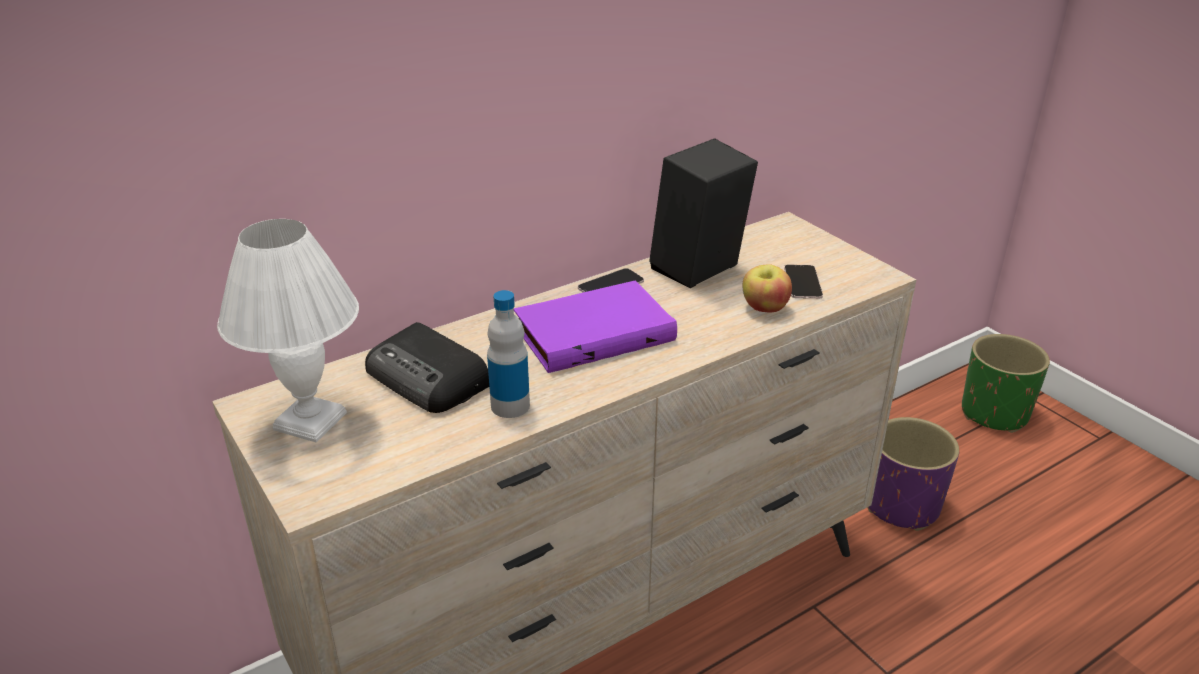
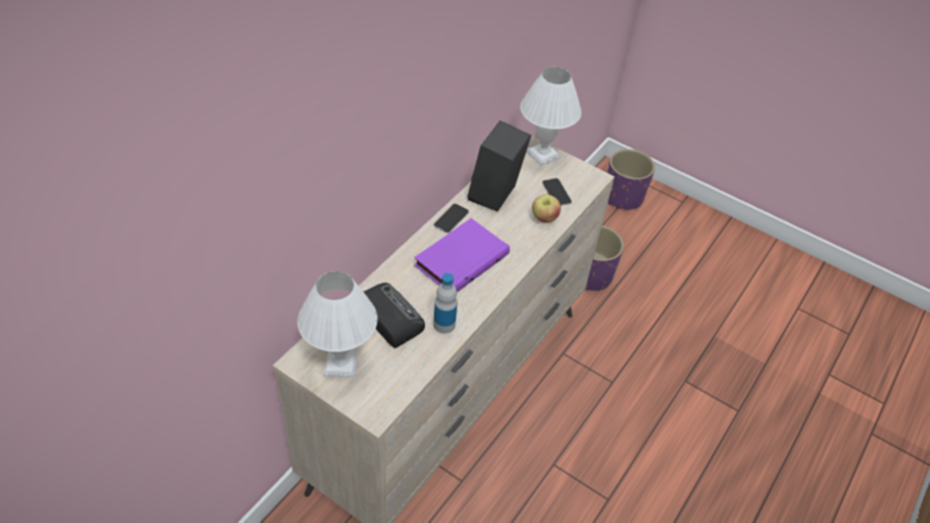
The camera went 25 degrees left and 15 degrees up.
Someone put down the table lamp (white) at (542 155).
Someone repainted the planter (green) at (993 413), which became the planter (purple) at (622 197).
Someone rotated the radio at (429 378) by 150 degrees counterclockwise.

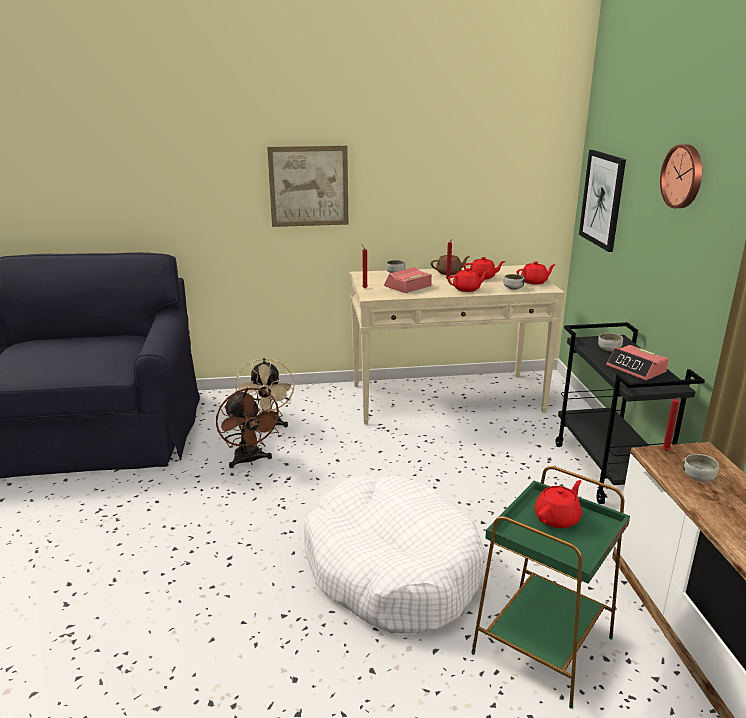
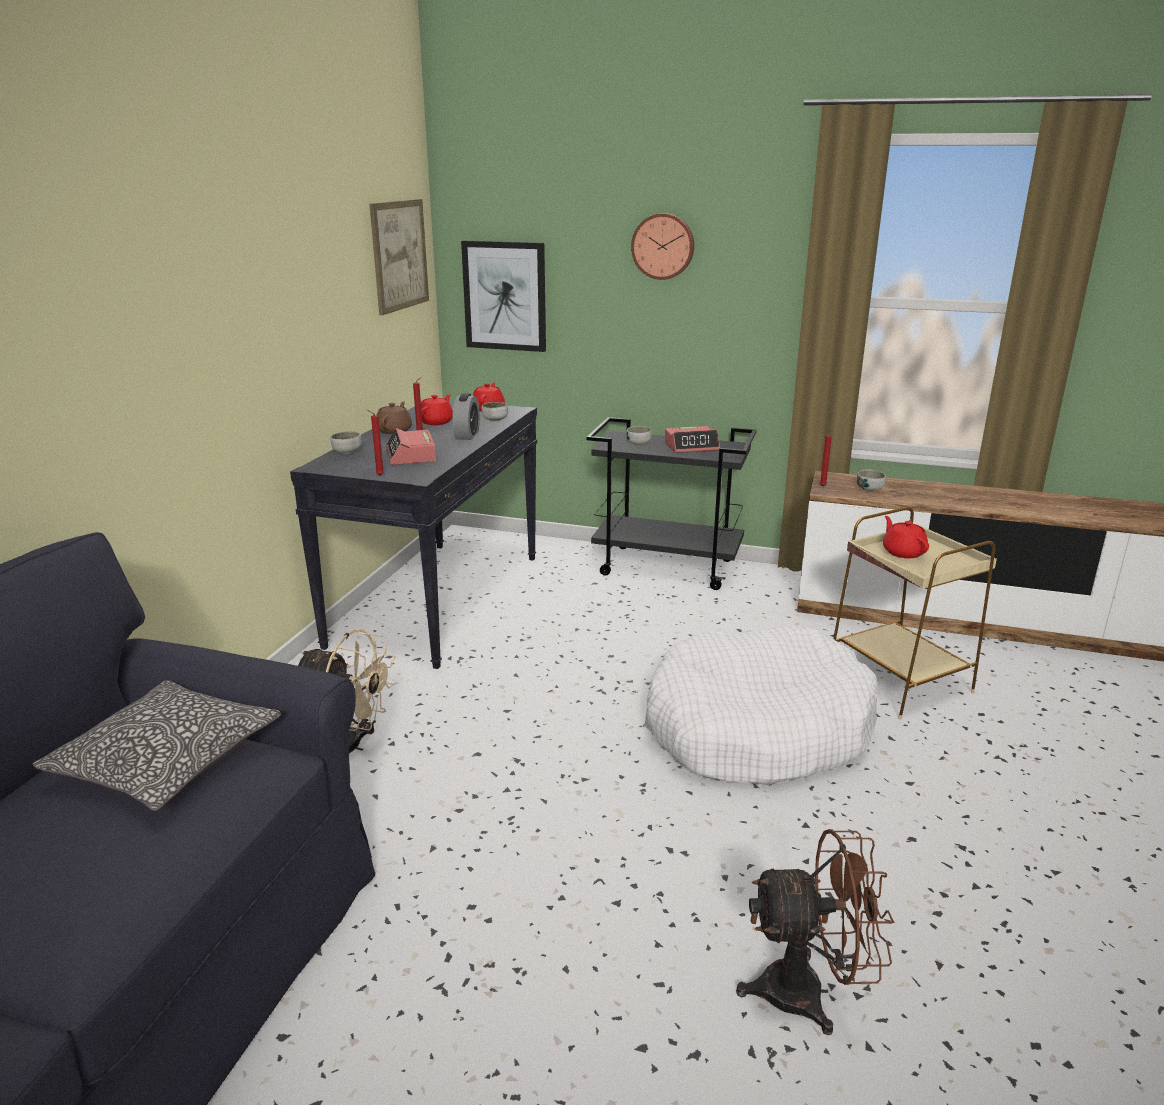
The camera went 65 degrees left and 0 degrees up.
Someone put down the pillow at (167 761).
Someone carried the fan (brown) from (249 461) to (809 992).
Someone carried the picture from (309 186) to (399 255).
Someone swapped the teapot (red) at (467 289) for the alarm clock at (467 435).
Someone repainted the console table (beige) at (447 398), which became the console table (black) at (438 598).
Someone repainted the side table (green) at (544 645), which became the side table (beige) at (898 680).

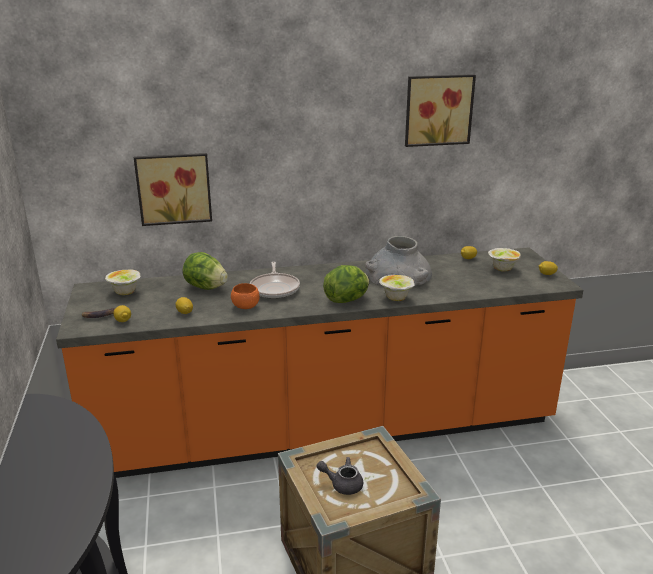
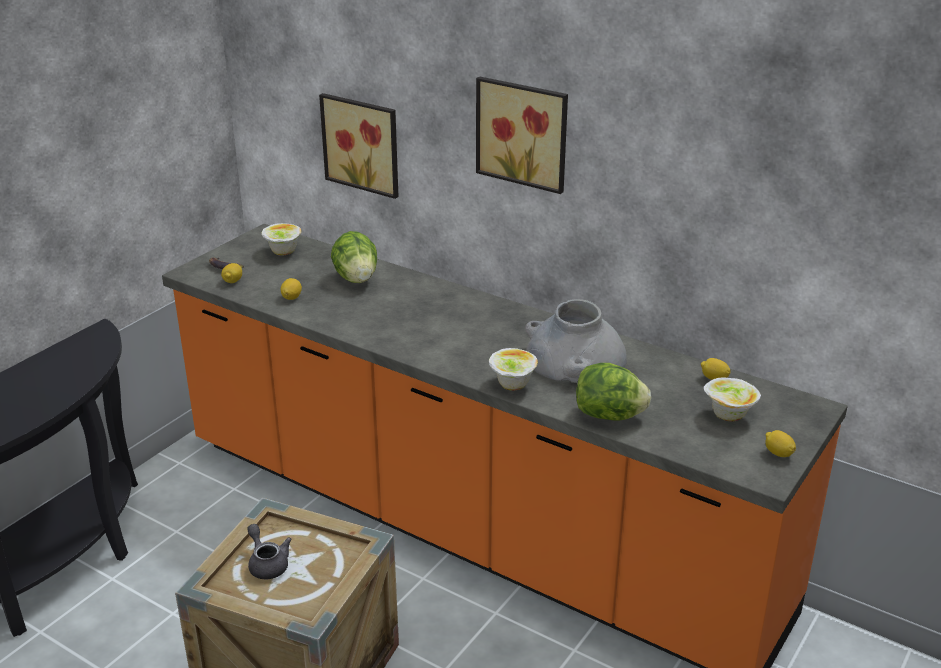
The camera went 45 degrees right and 5 degrees up.
Someone took away the bowl (orange) at (245 306).
Someone took away the frying pan at (275 288).
Someone carried the lettuce from (347 300) to (609 416).
Someone carried the picture from (438 110) to (524 133).

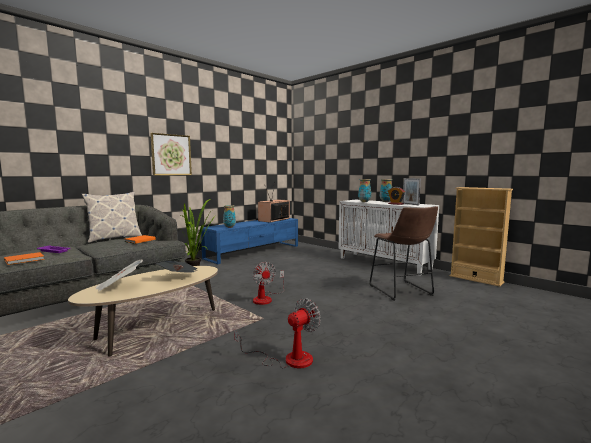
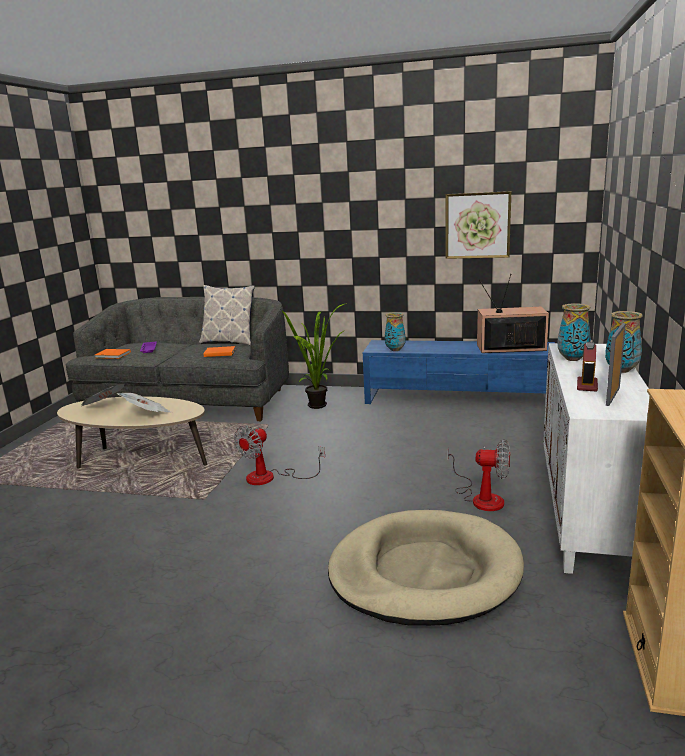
The camera went 60 degrees right and 10 degrees up.
Someone carried the picture from (171 155) to (477 225).
Someone carried the fan from (288 359) to (481 497).
Someone swapped the stool (brown) at (402 291) for the dog bed (beige) at (424 572).

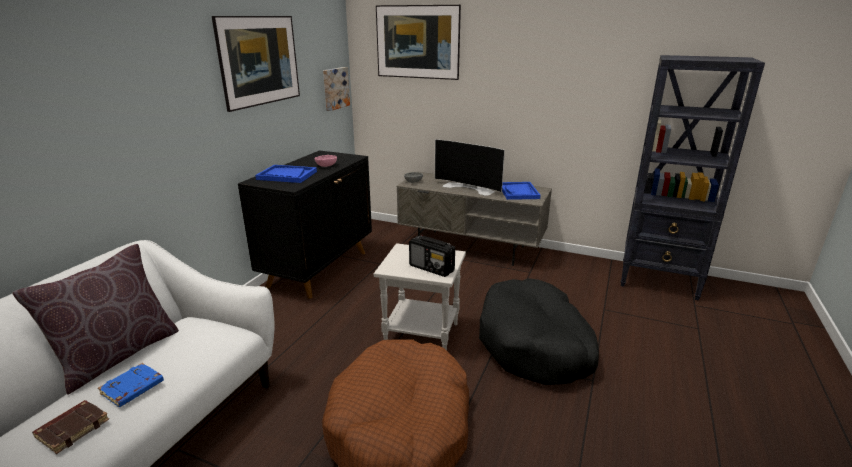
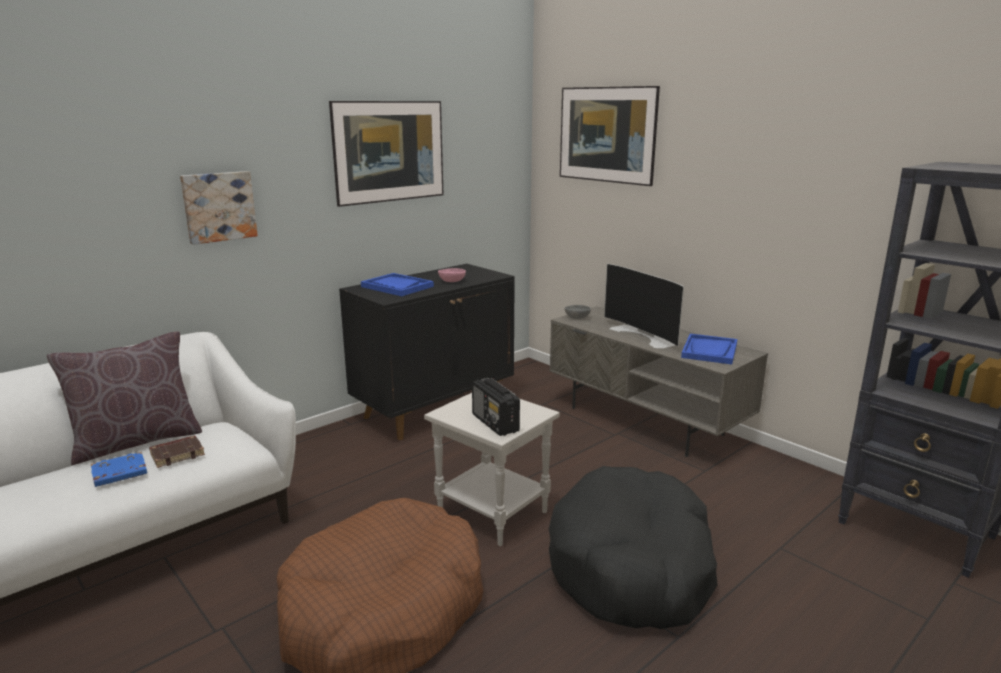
The camera went 25 degrees right and 5 degrees down.
Someone carried the book (brown) from (73 428) to (178 454).
Someone carried the picture from (335 88) to (218 206).

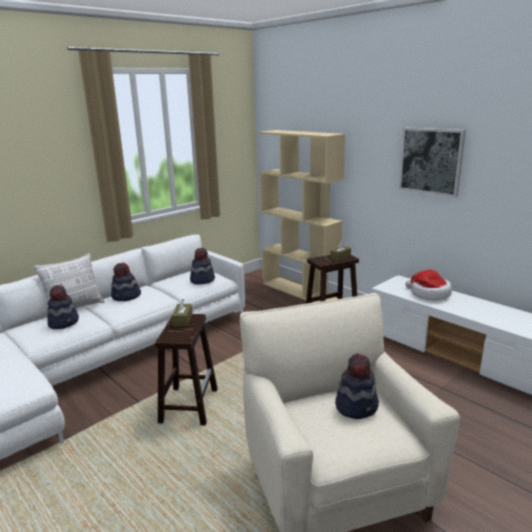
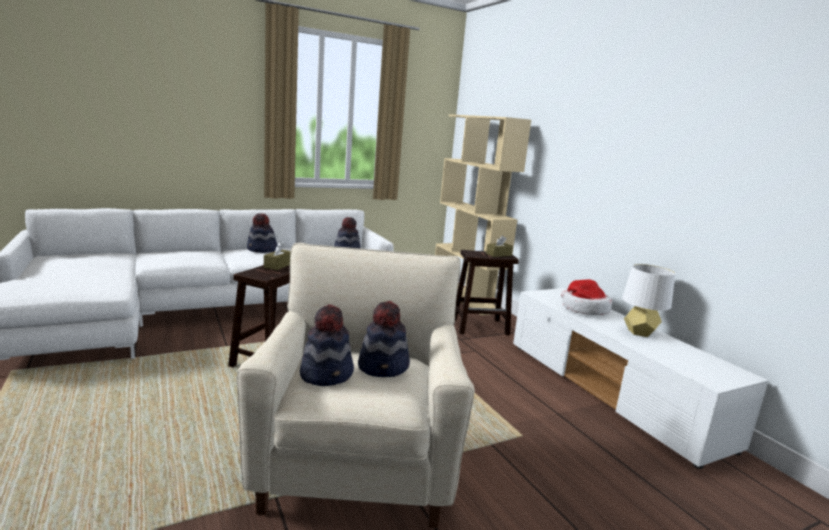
The camera went 15 degrees right and 5 degrees down.
Someone took away the pillow at (75 308).
Someone took away the picture at (431 161).
Someone put down the table lamp (white) at (639 332).
Someone carried the hat from (64 322) to (327 374).

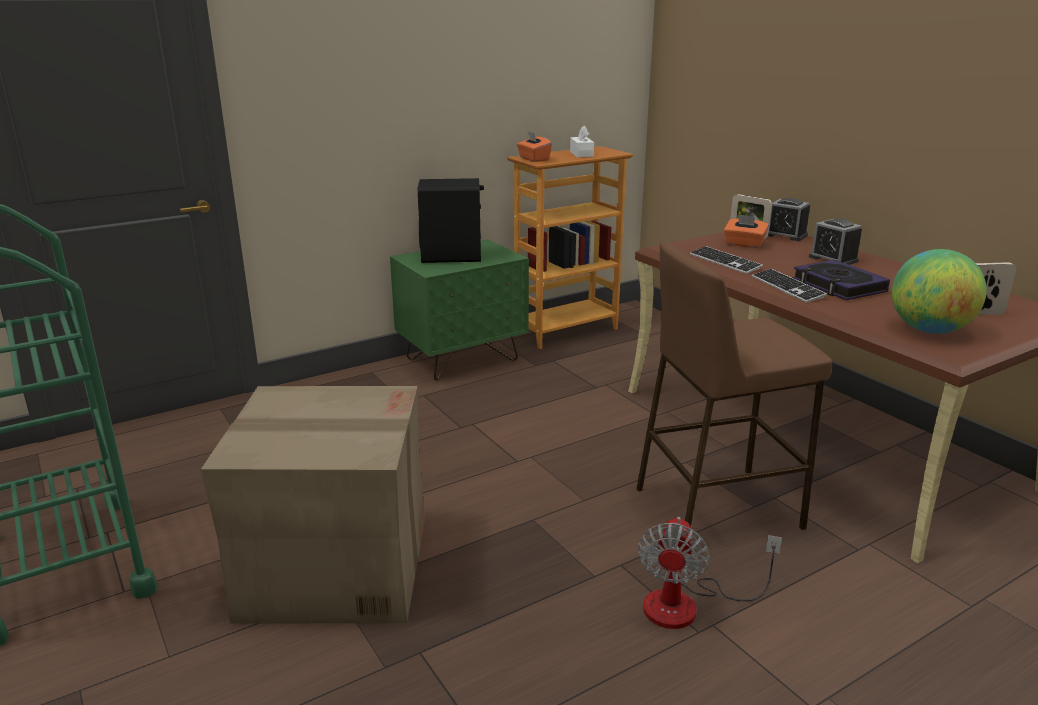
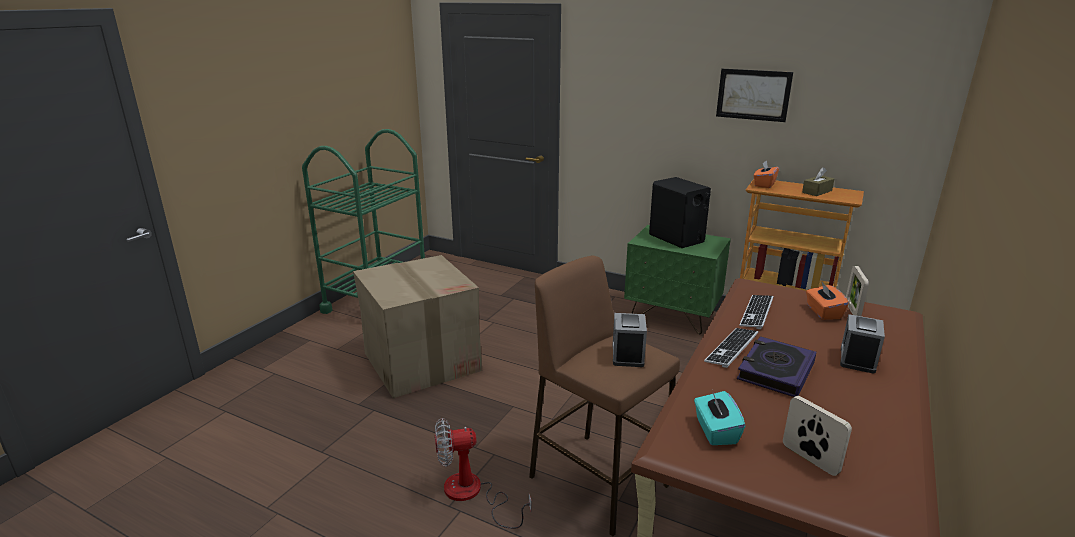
The camera went 60 degrees right and 0 degrees up.
Someone put up the picture at (753 95).
Someone carried the alarm clock from (785 235) to (627 355).
Someone swapped the globe at (929 330) for the tissue box (turquoise) at (715 431).
Someone repainted the tissue box (white) at (581 154), which became the tissue box (brown) at (817 191).

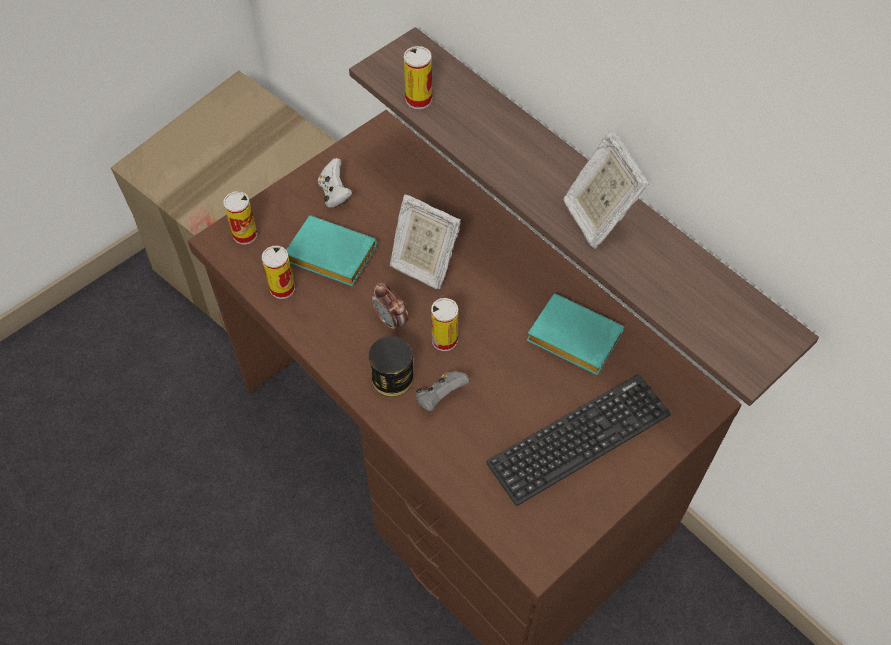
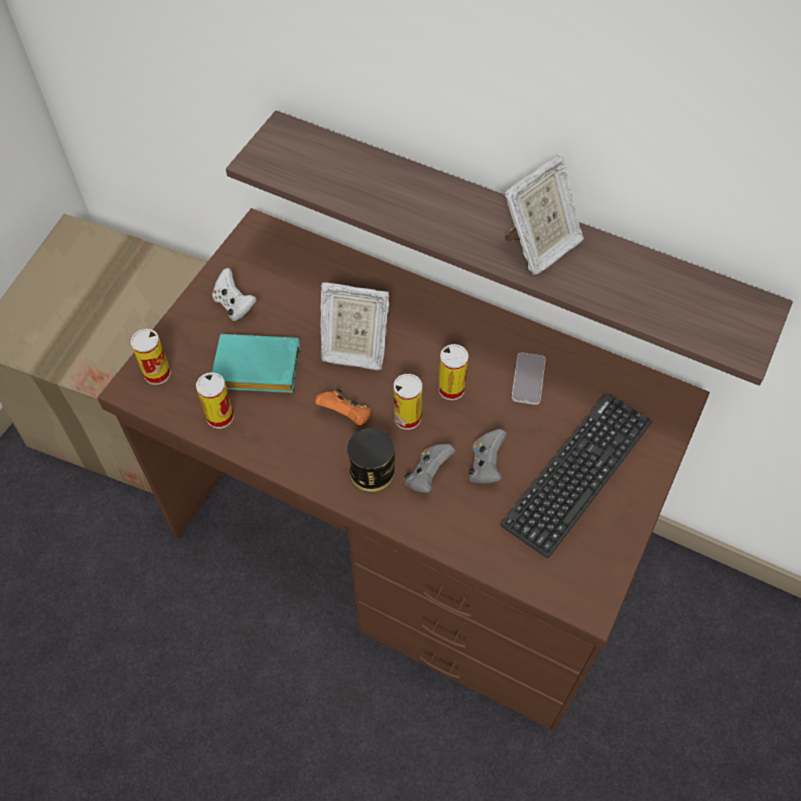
The camera went 20 degrees left and 0 degrees up.
Someone put down the game controller (grey) at (485 466).
Someone carried the can from (418 99) to (451 389).
Someone swapped the alarm clock at (391 321) for the game controller (orange) at (346 415).
Someone swapped the book (turquoise) at (571 339) for the phone at (528 379).
Someone rotated the picture frame at (597 216) by 90 degrees counterclockwise.

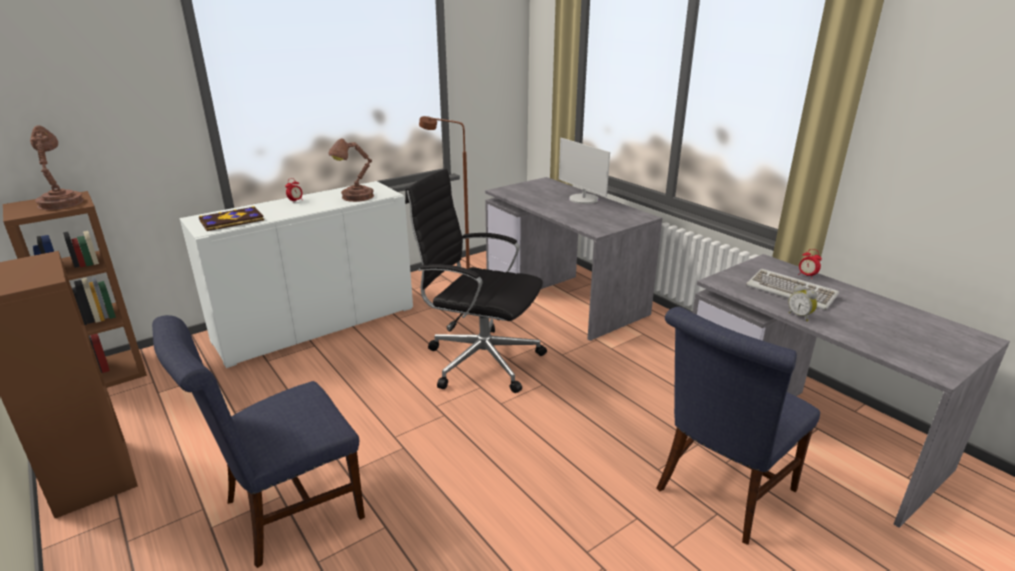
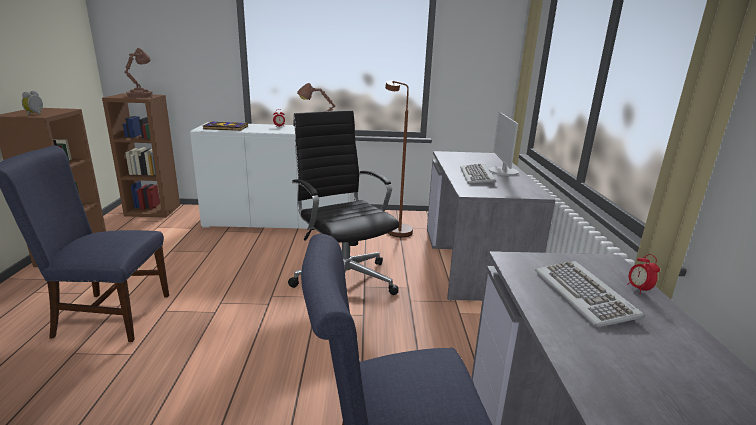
The camera went 35 degrees right and 5 degrees down.
Someone put down the keyboard at (477 176).
Someone carried the alarm clock from (800 316) to (36 114).

